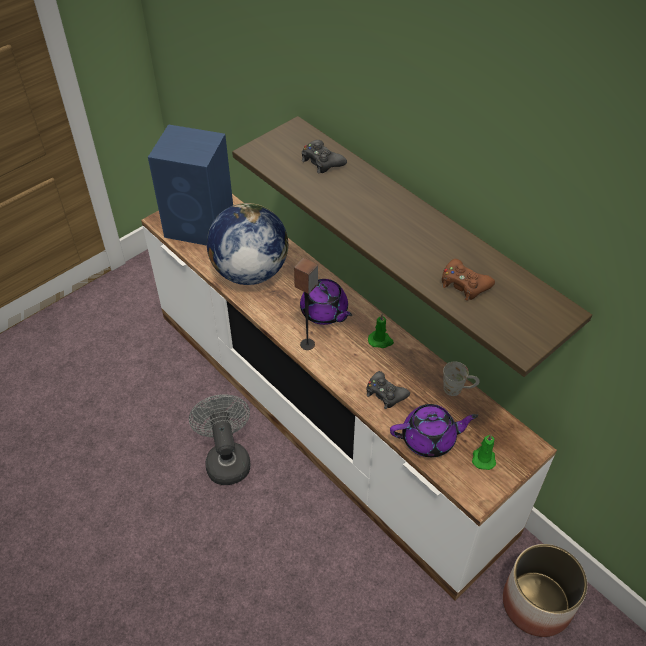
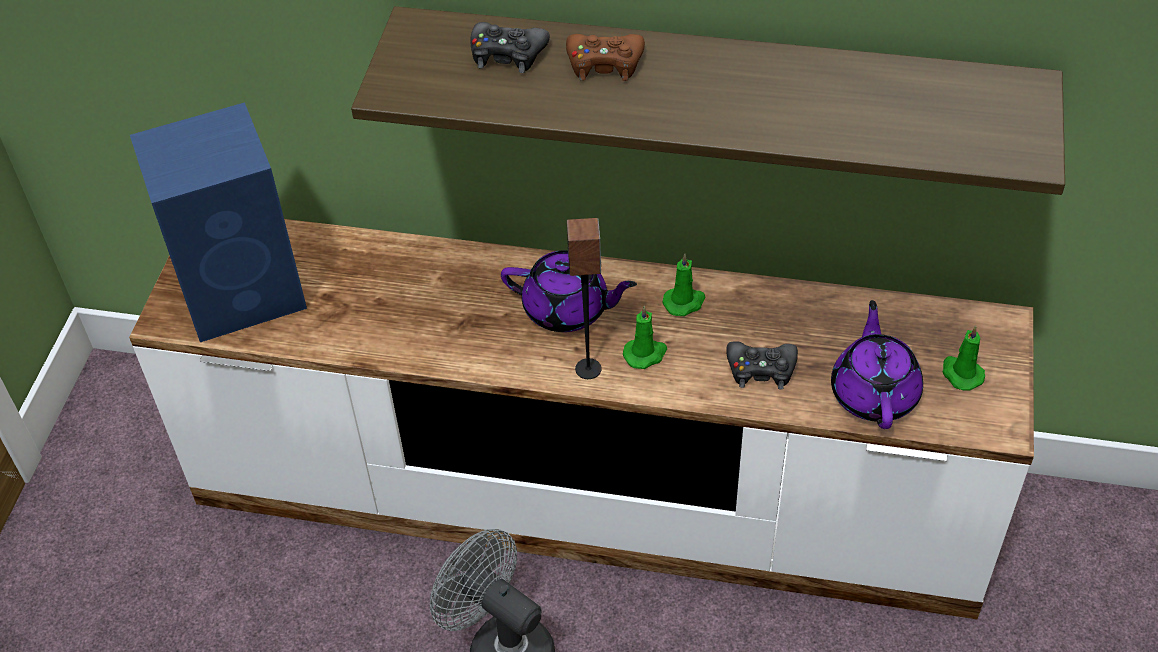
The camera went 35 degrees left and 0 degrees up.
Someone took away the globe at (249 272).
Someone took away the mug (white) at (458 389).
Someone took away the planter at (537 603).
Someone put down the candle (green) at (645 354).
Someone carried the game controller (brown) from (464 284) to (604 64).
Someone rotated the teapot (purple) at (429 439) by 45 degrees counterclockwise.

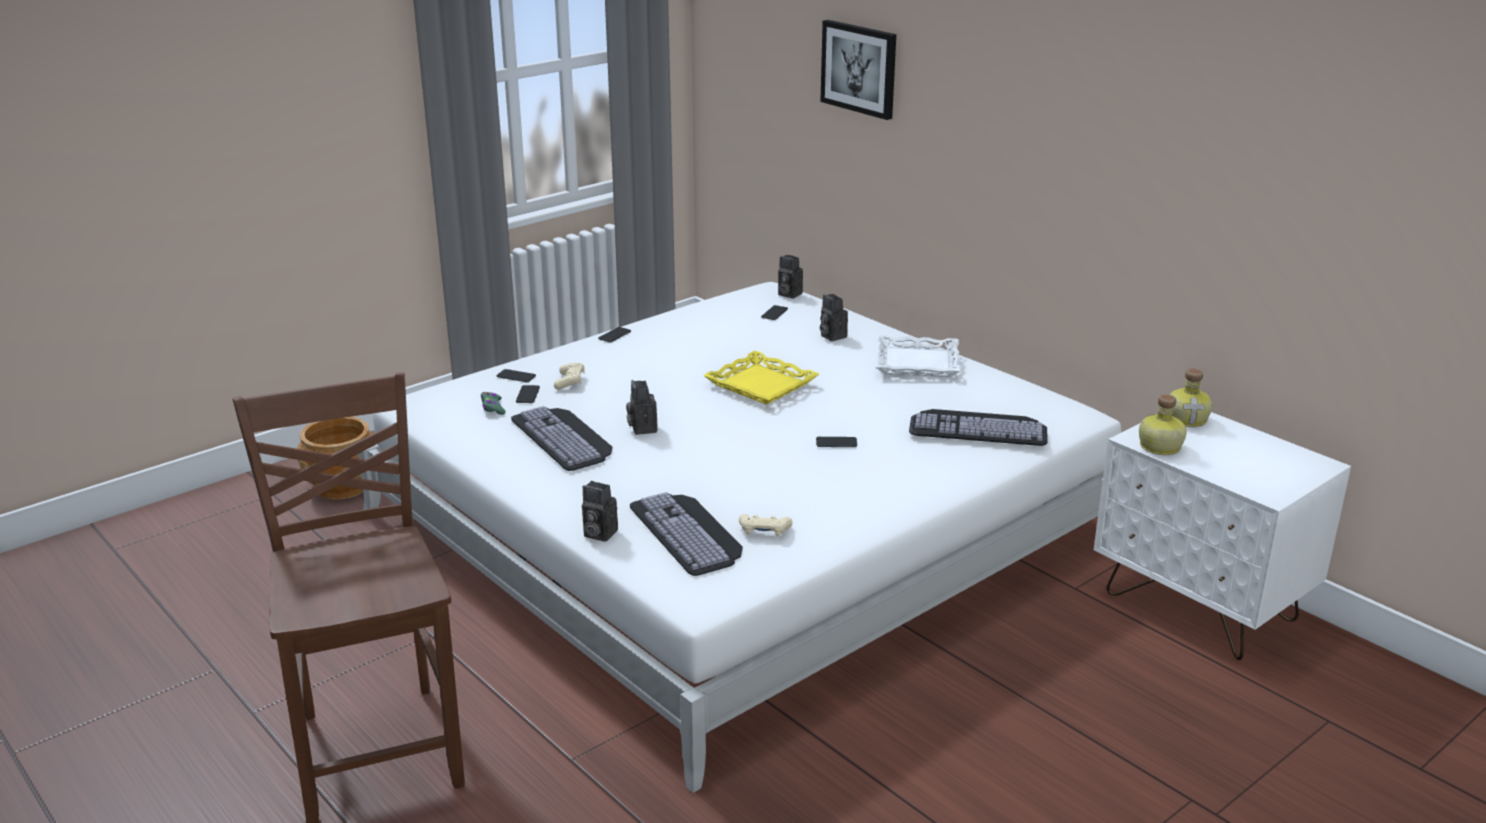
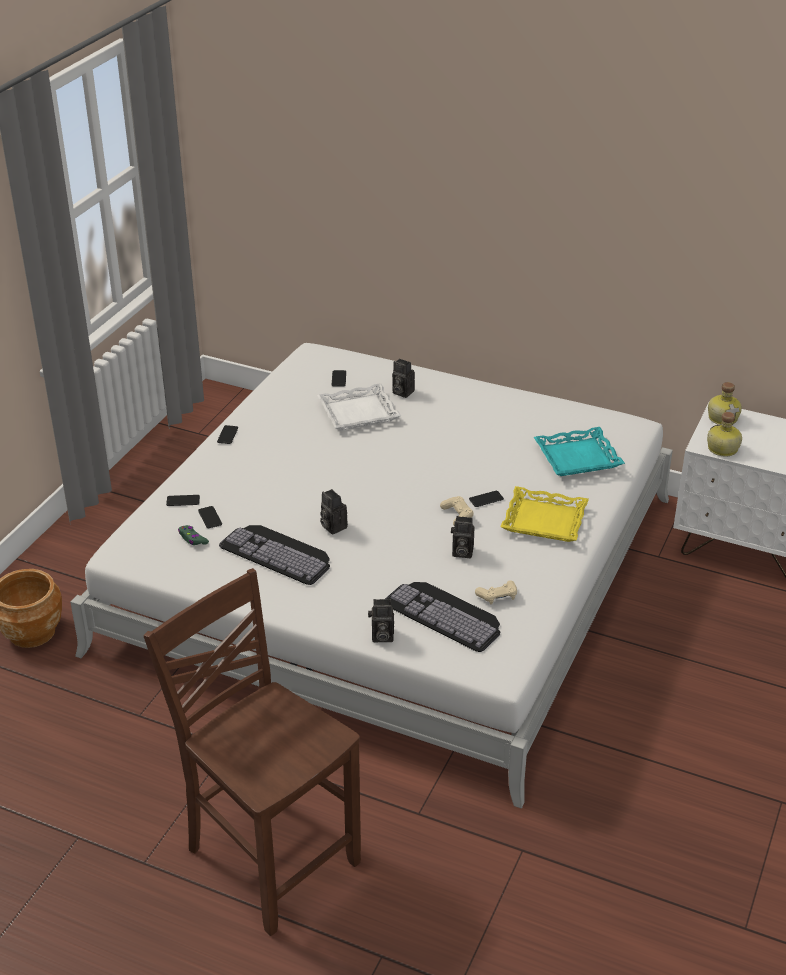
The camera went 25 degrees left and 10 degrees up.
Someone took away the picture at (859 68).
Someone carried the game controller (beige) from (570 381) to (457 515).
Someone carried the tray (yellow) from (760 385) to (544 521).
Someone carried the photo camera from (788 294) to (461 552).
Someone carried the tray (white) from (917 362) to (358 412).
Someone swapped the keyboard at (979 427) for the tray (turquoise) at (577 457).

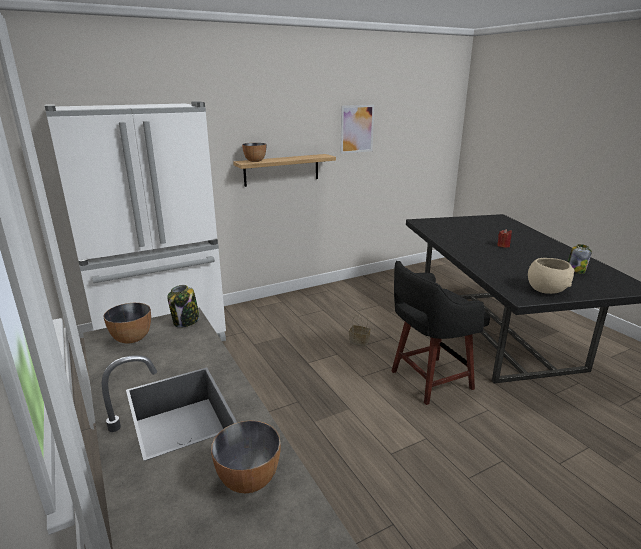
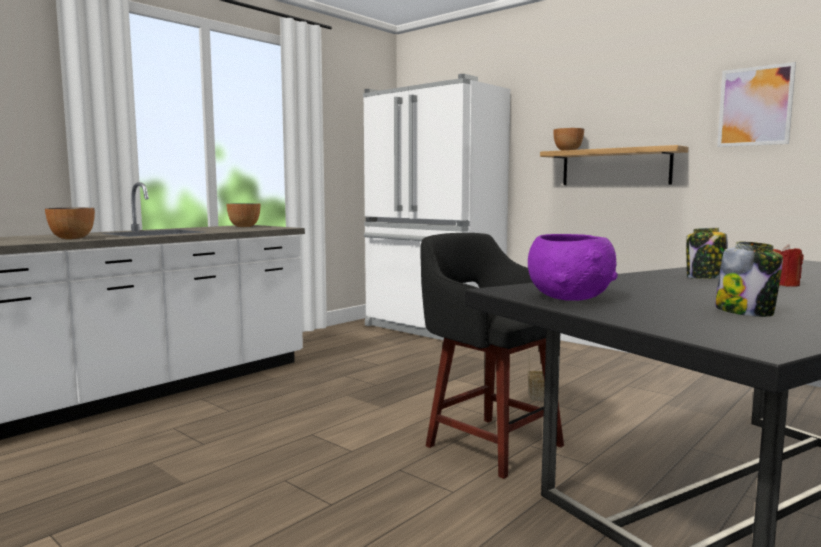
The camera went 70 degrees right and 15 degrees down.
Someone carried the jar from (186 321) to (705 278).
Someone repainted the bowl (beige) at (546 290), which became the bowl (purple) at (571 298).

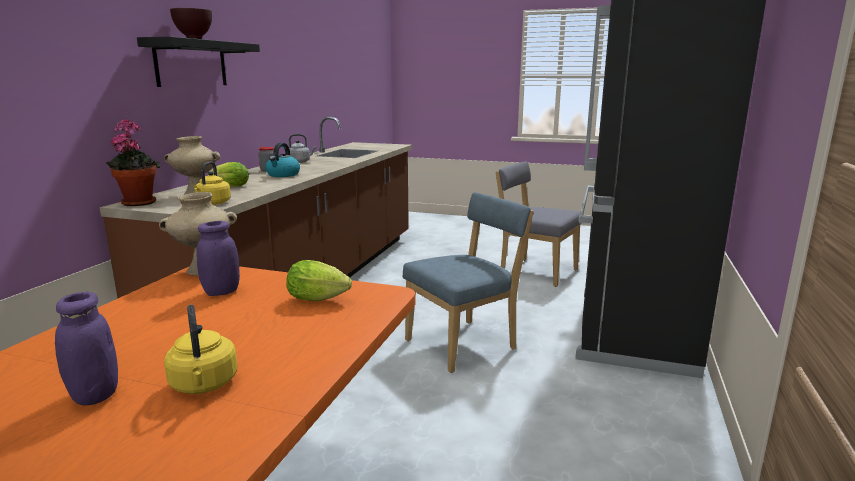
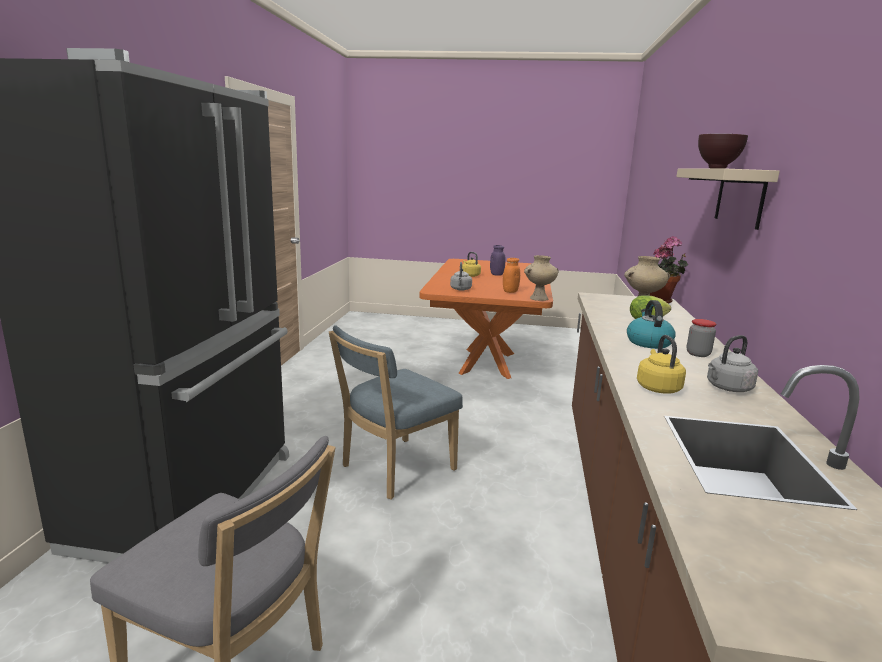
The camera went 170 degrees right and 0 degrees up.
Someone carried the kettle (yellow) from (212 203) to (657 387).
Someone swapped the lettuce at (321 299) for the kettle (grey) at (460 289).
Someone repainted the shelf (black) at (191 64), which became the shelf (beige) at (740 197).
Someone repainted the jar (purple) at (221 292), which became the jar (orange) at (510 291).

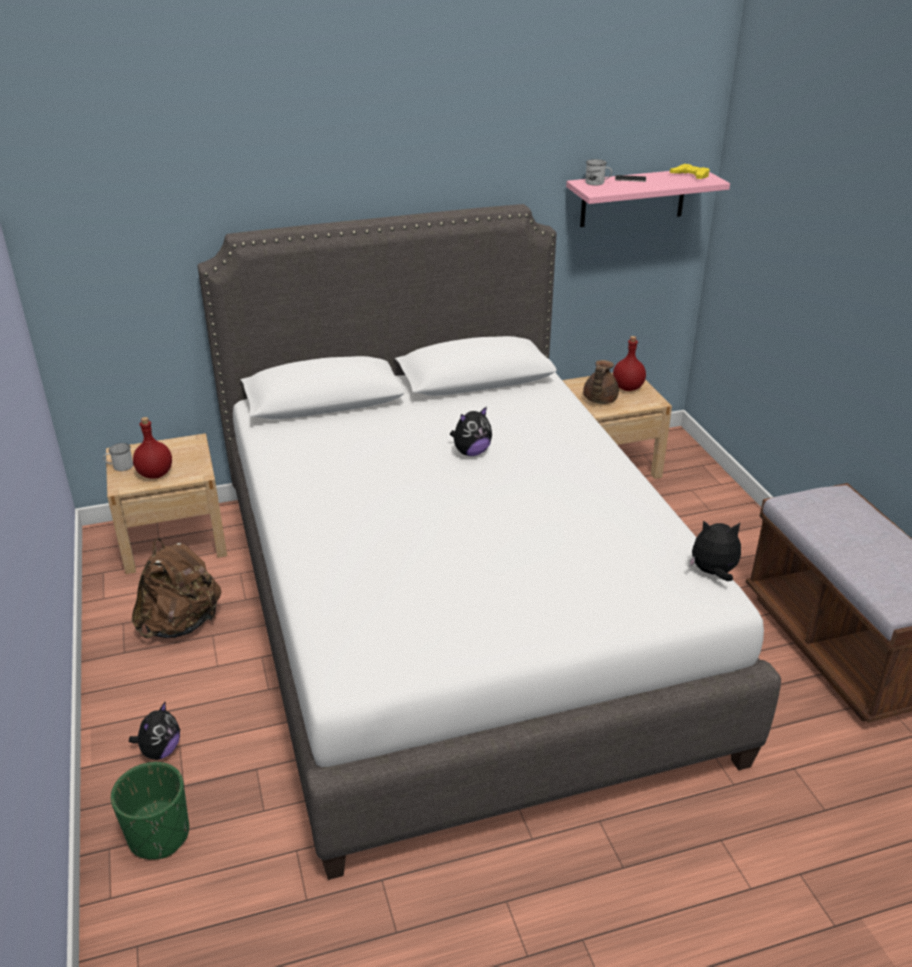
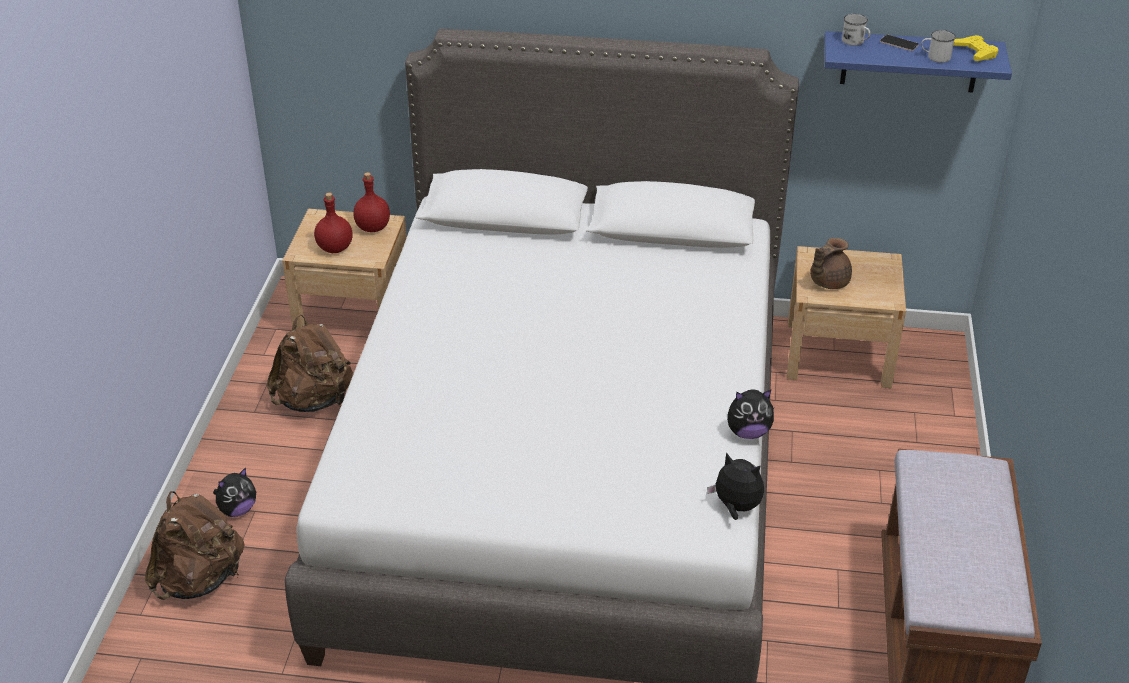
The camera went 25 degrees right and 5 degrees up.
Someone carried the mug (white) from (120 466) to (935 57).
Someone carried the plush toy from (471 452) to (748 432).
Someone carried the bottle (red) from (627 388) to (372 227).
Someone swapped the planter (green) at (159 835) for the backpack (brown) at (200 579).
Someone repainted the shelf (pink) at (633 197), which became the shelf (blue) at (910 62).

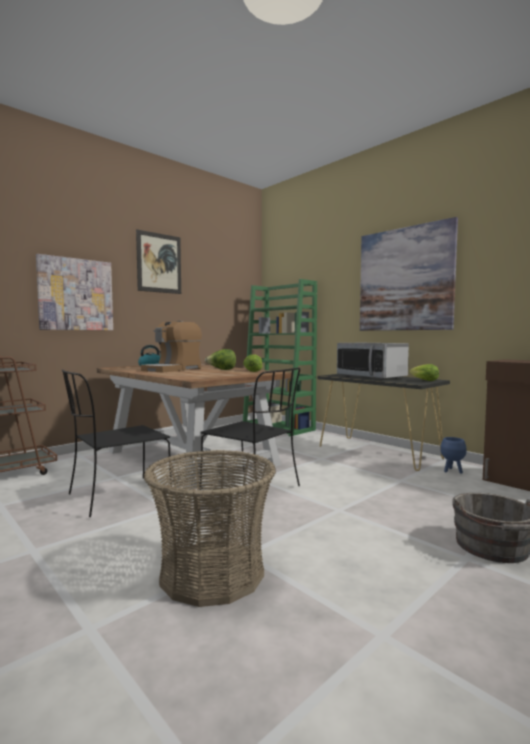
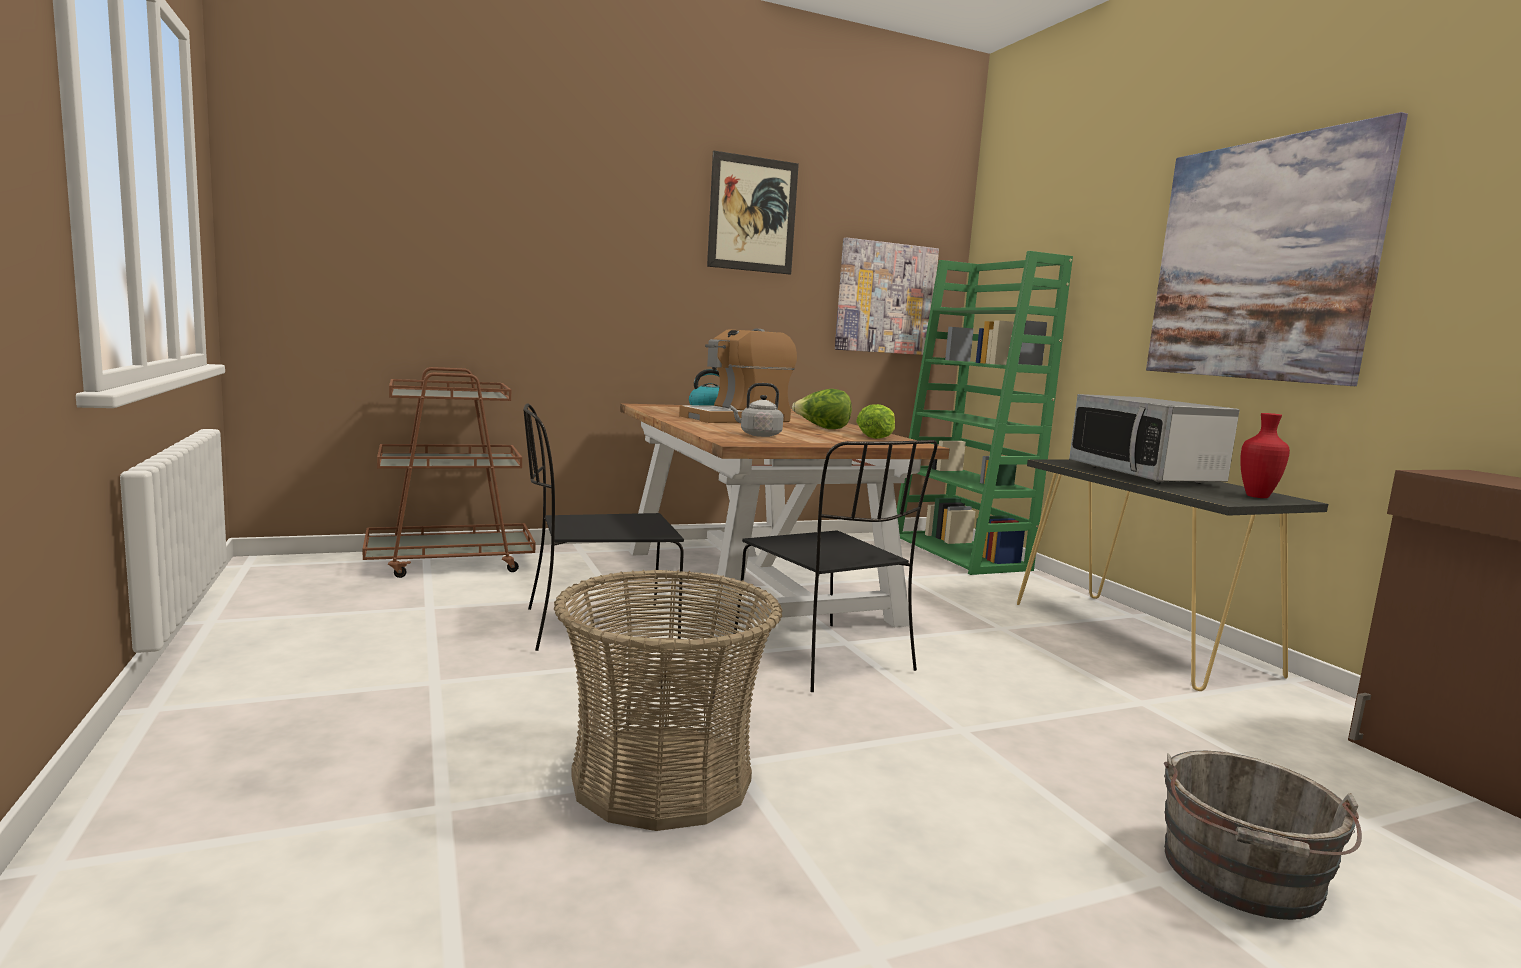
The camera went 20 degrees right and 5 degrees up.
Someone took away the planter (blue) at (452 471).
Someone put down the kettle (grey) at (758 435).
Someone carried the picture from (76 294) to (885 298).
Someone swapped the lettuce at (424 380) for the vase (red) at (1257 497).

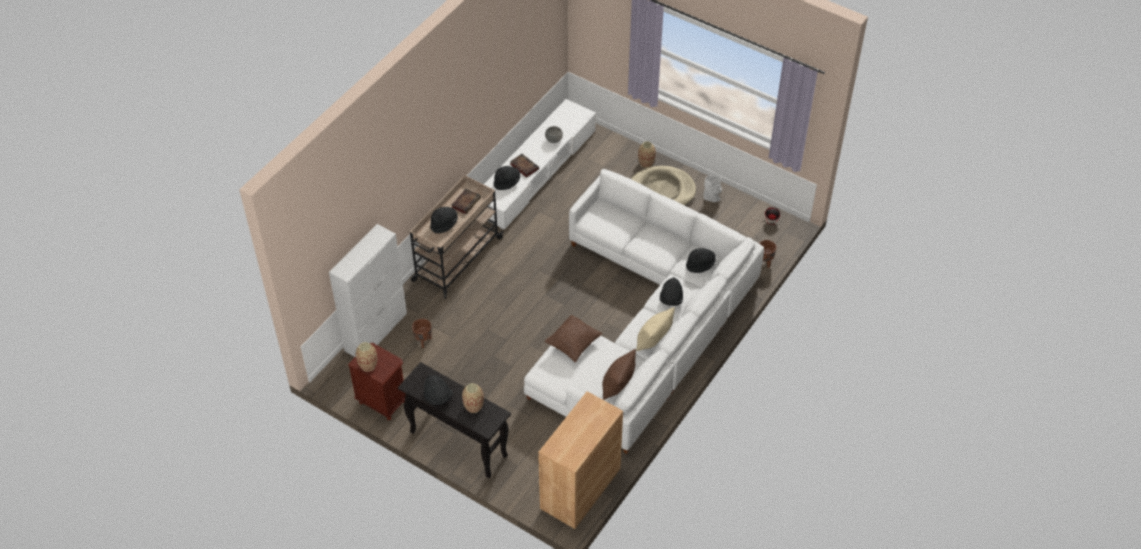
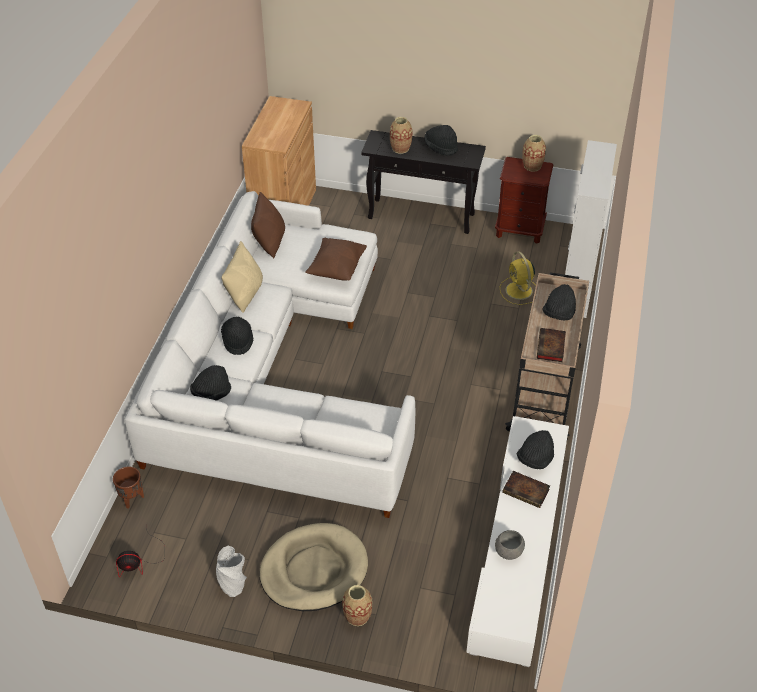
The camera went 160 degrees right and 5 degrees down.
Someone swapped the planter (brown) at (423 341) for the fan (yellow) at (519 291).

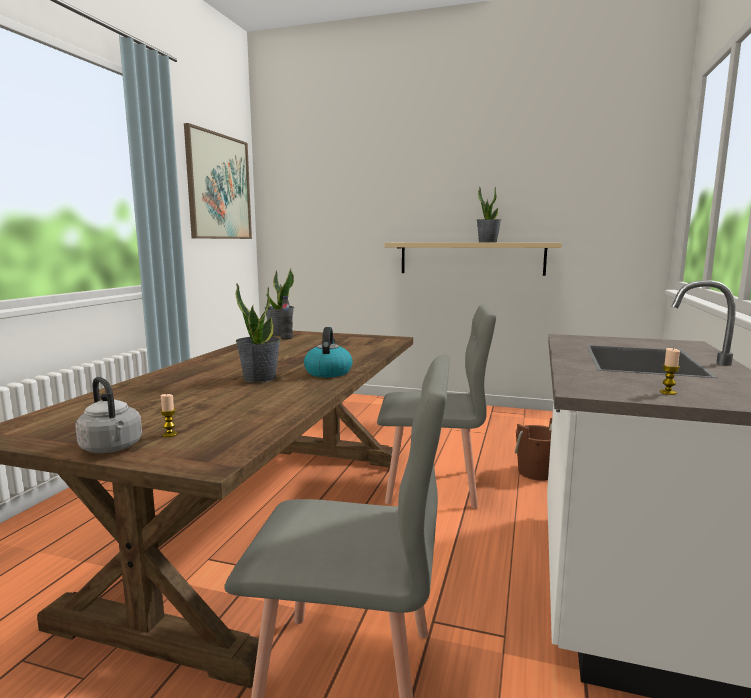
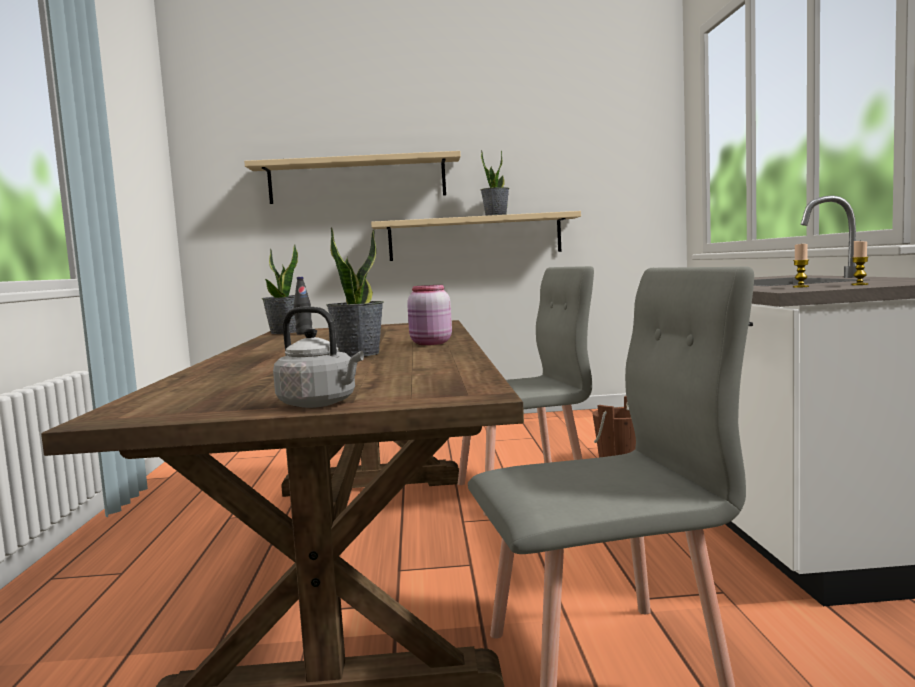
The camera went 20 degrees left and 5 degrees down.
Someone took away the picture at (219 187).
Someone put up the shelf (beige) at (357 180).
Someone carried the candle from (170 434) to (801 287).
Someone swapped the kettle at (328 372) for the jar (pink) at (430 343).

